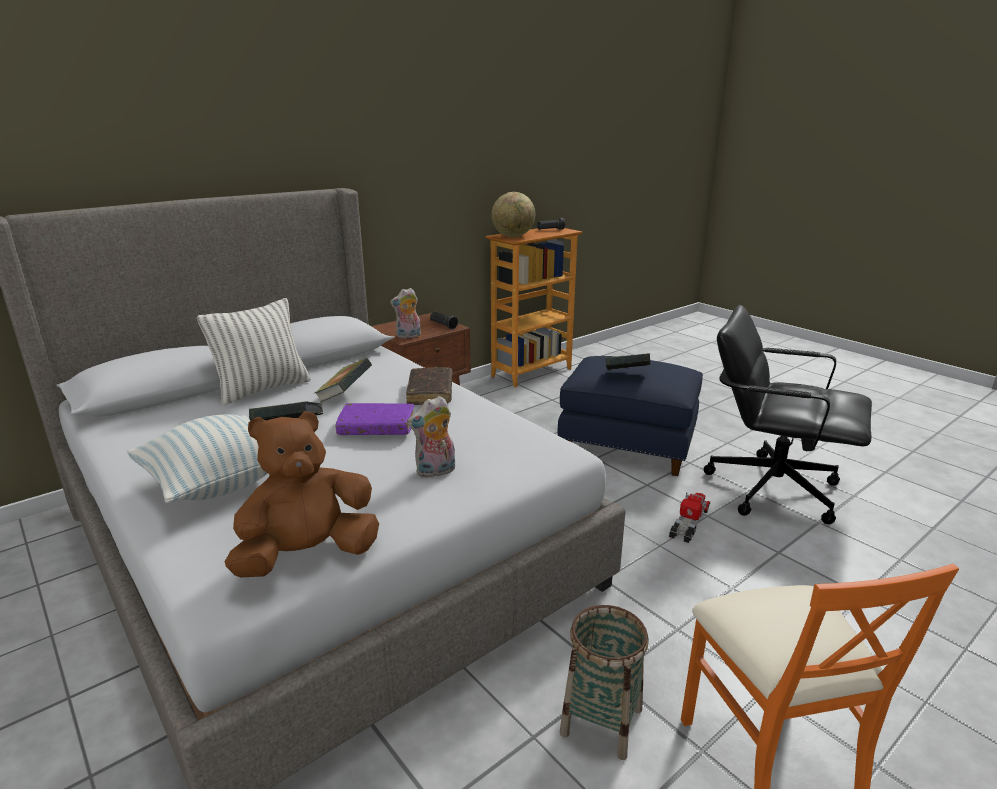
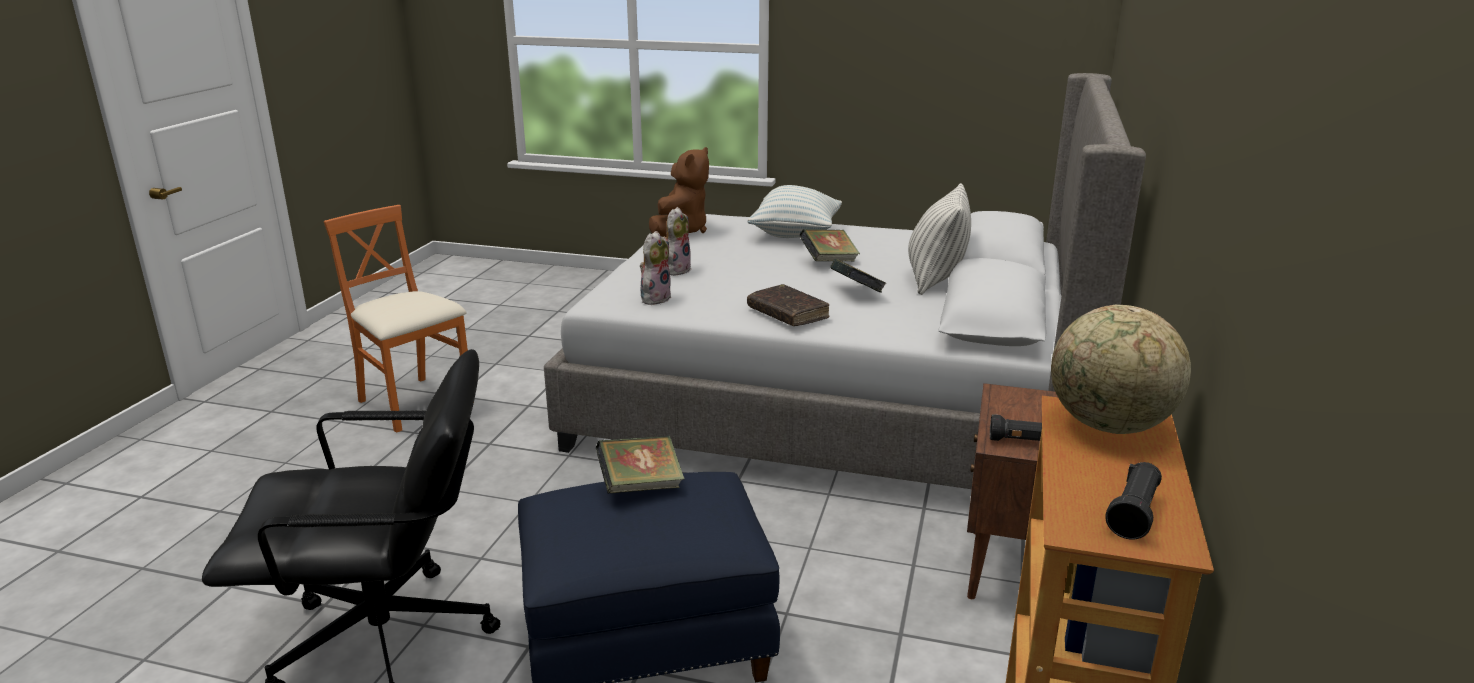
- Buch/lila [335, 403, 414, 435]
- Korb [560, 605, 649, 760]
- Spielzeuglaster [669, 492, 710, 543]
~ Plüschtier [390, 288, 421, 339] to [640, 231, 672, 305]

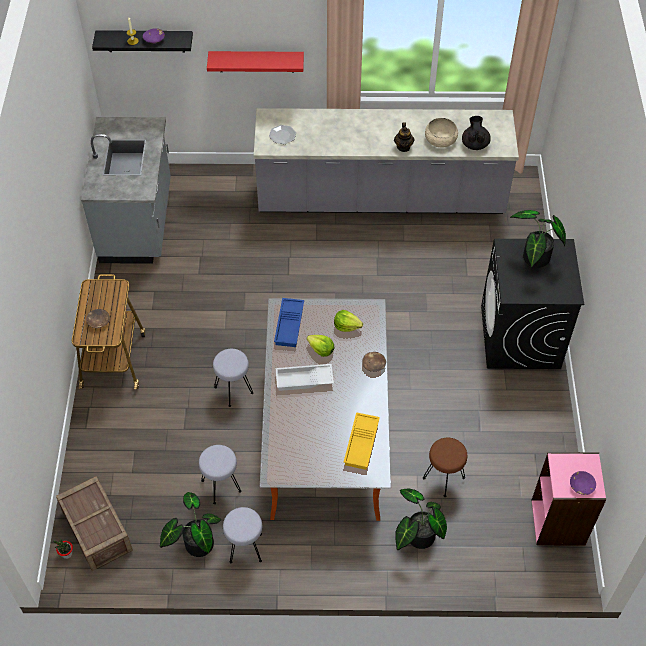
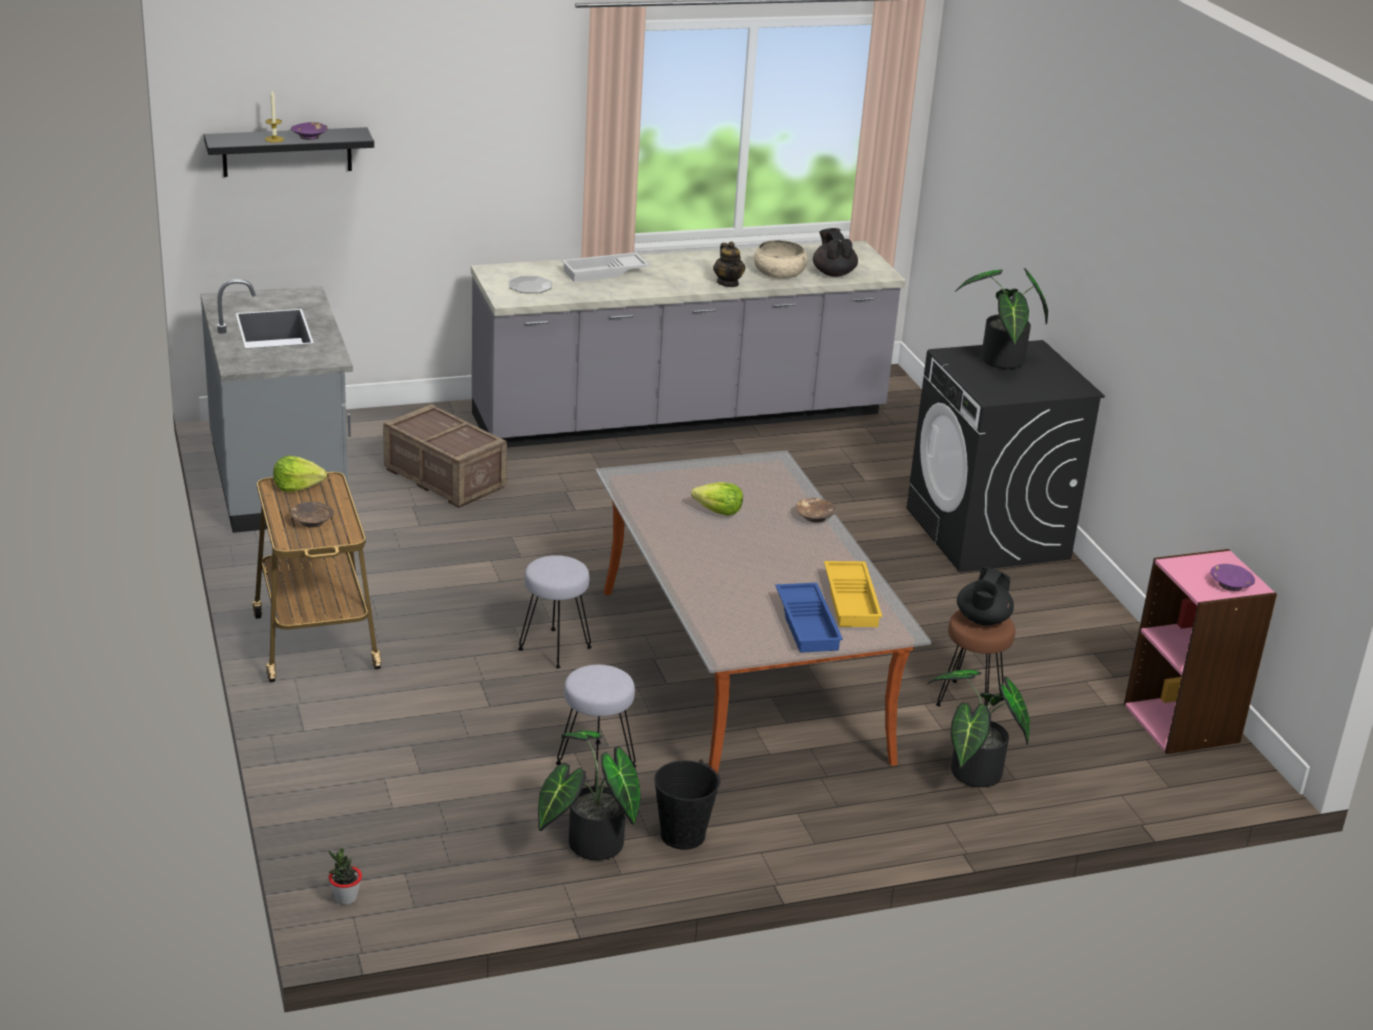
- Wandregal/rot [207, 51, 304, 73]
+ Teekanne/schwarz [957, 567, 1014, 625]
~ Kiste [56, 476, 133, 571] to [383, 404, 507, 508]
~ Tablett/blau [274, 298, 304, 347] to [775, 583, 843, 653]
~ Tablett/weiß [276, 364, 334, 391] to [562, 252, 649, 282]
~ Salatkopf [334, 310, 363, 332] to [273, 456, 327, 492]
~ Hocker/grau [223, 507, 262, 563] to Eimer/schwarz [654, 760, 720, 850]

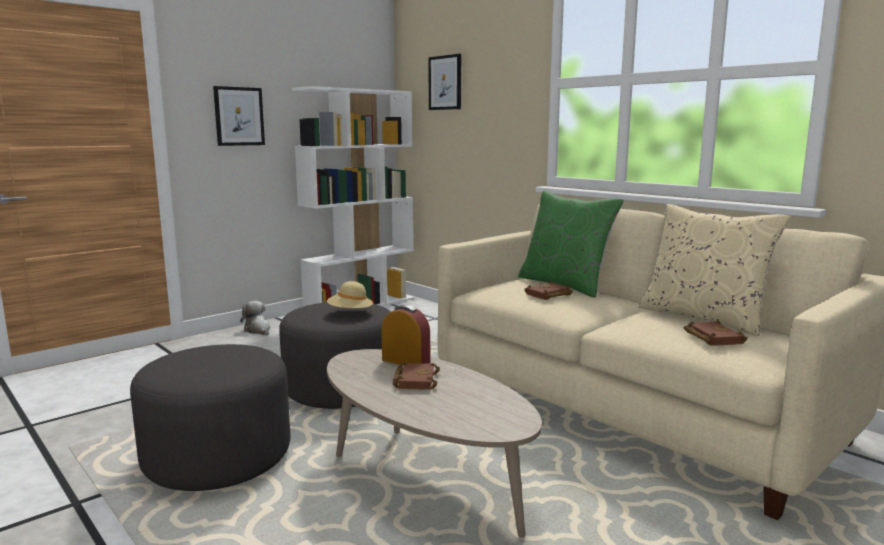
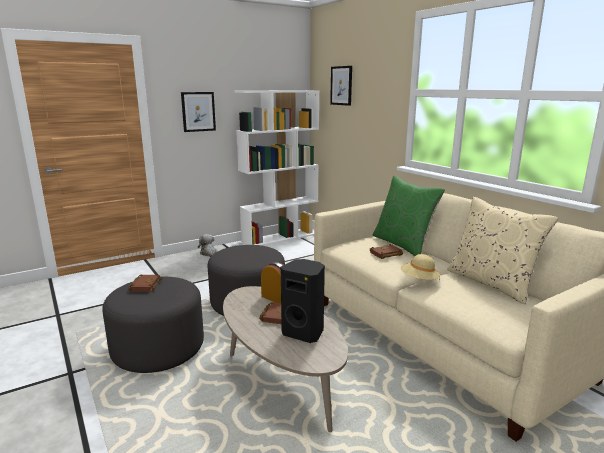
+ Lautsprecher/schwarz [281, 259, 325, 343]
~ Hut/beige [327, 281, 374, 313] to [401, 254, 440, 281]
~ Buch/braun [684, 320, 747, 346] to [128, 275, 163, 292]

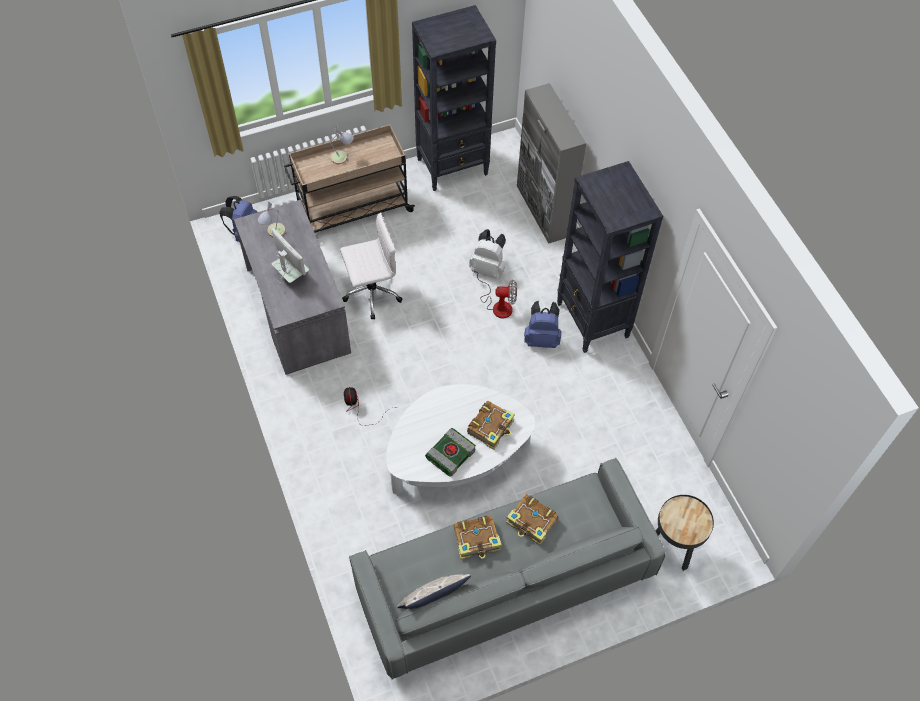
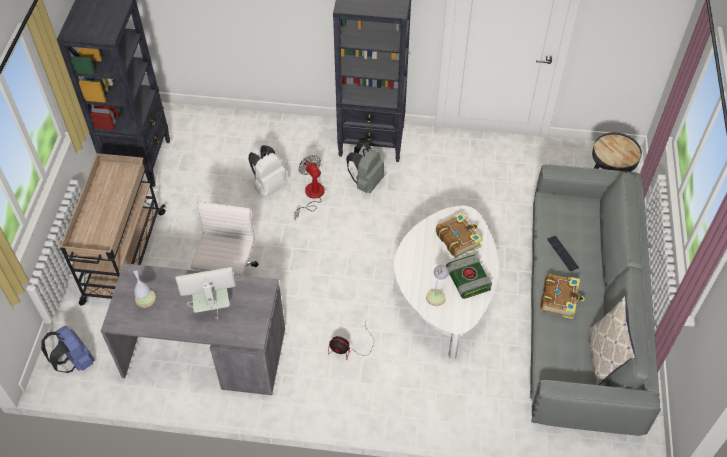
- Schrank/grau [517, 83, 586, 244]
~ Tischlampe [330, 126, 354, 164] to [426, 265, 449, 306]
~ Buch [506, 494, 558, 545] to Tastatur [547, 236, 579, 271]
~ Rucksack/blau [524, 301, 561, 348] to Rucksack/grau [346, 143, 385, 193]
~ Ventilator [474, 271, 517, 318] = [294, 155, 325, 220] 60 degrees counterclockwise

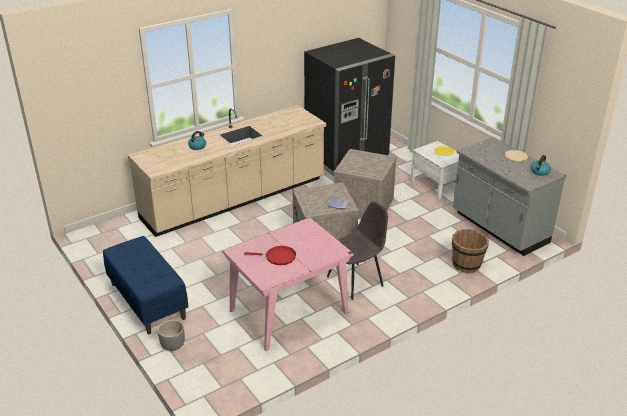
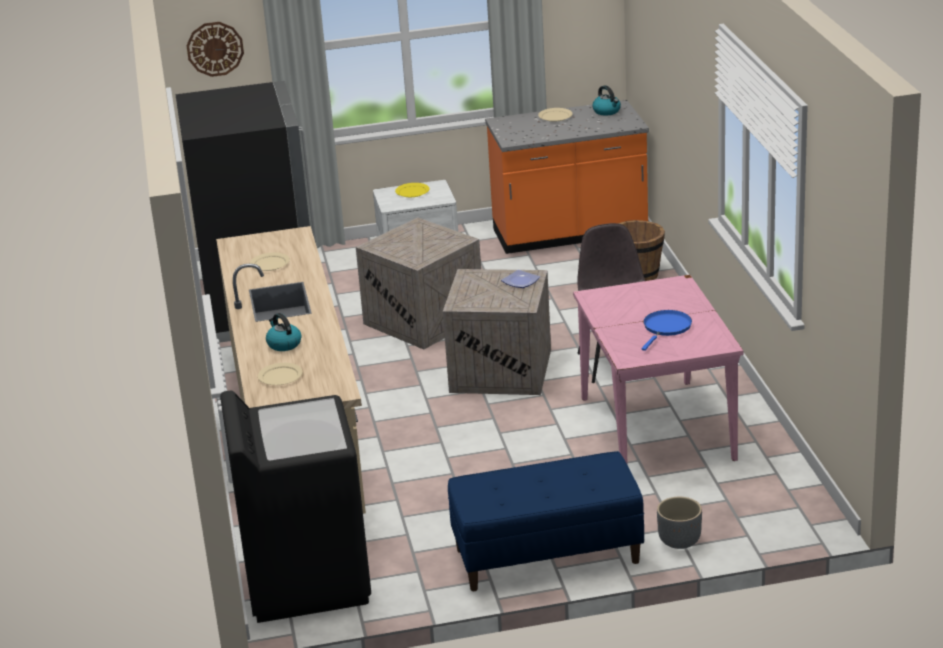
+ Wanduhr [186, 22, 244, 77]
+ Waschmaschine/schwarz [220, 391, 371, 623]
~ Pfanne/rot [244, 246, 296, 265] to Pfanne/blau [642, 310, 692, 351]
~ Küchenzeile/grau [453, 137, 566, 256] to Küchenzeile/orange [485, 100, 649, 254]

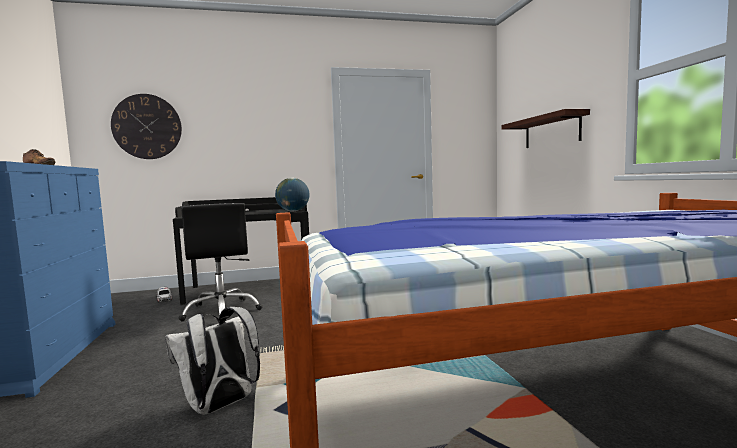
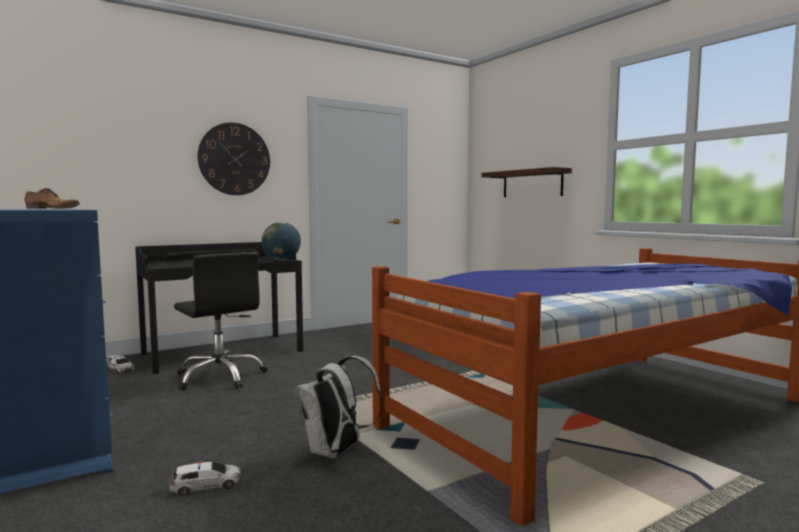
+ Spielzeugauto [169, 462, 242, 496]
~ Wanduhr [111, 94, 182, 159] to [198, 122, 270, 195]

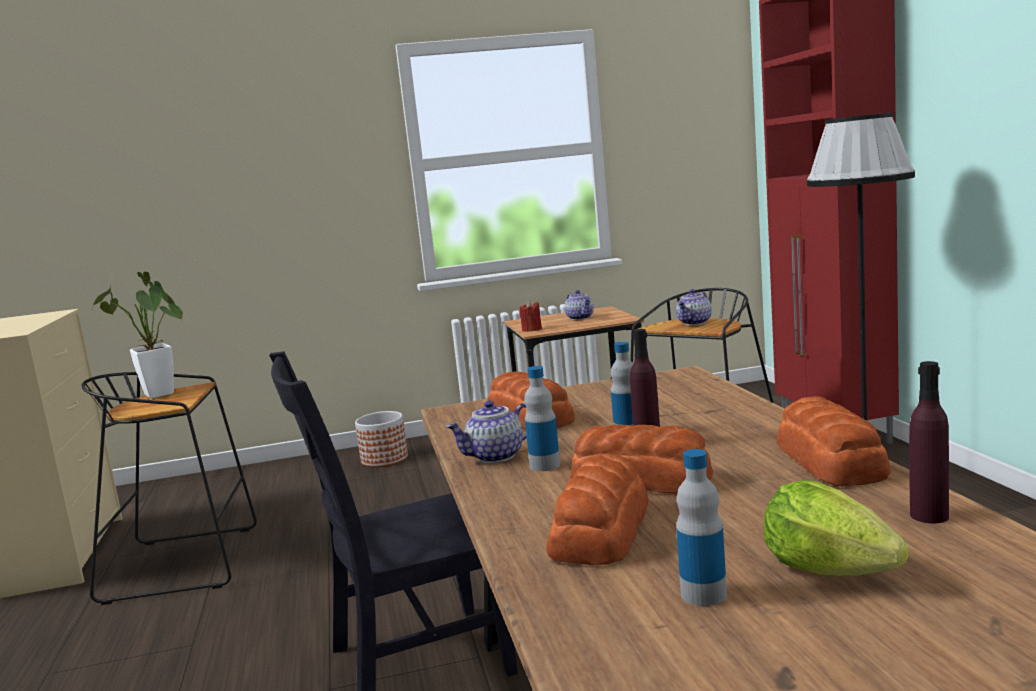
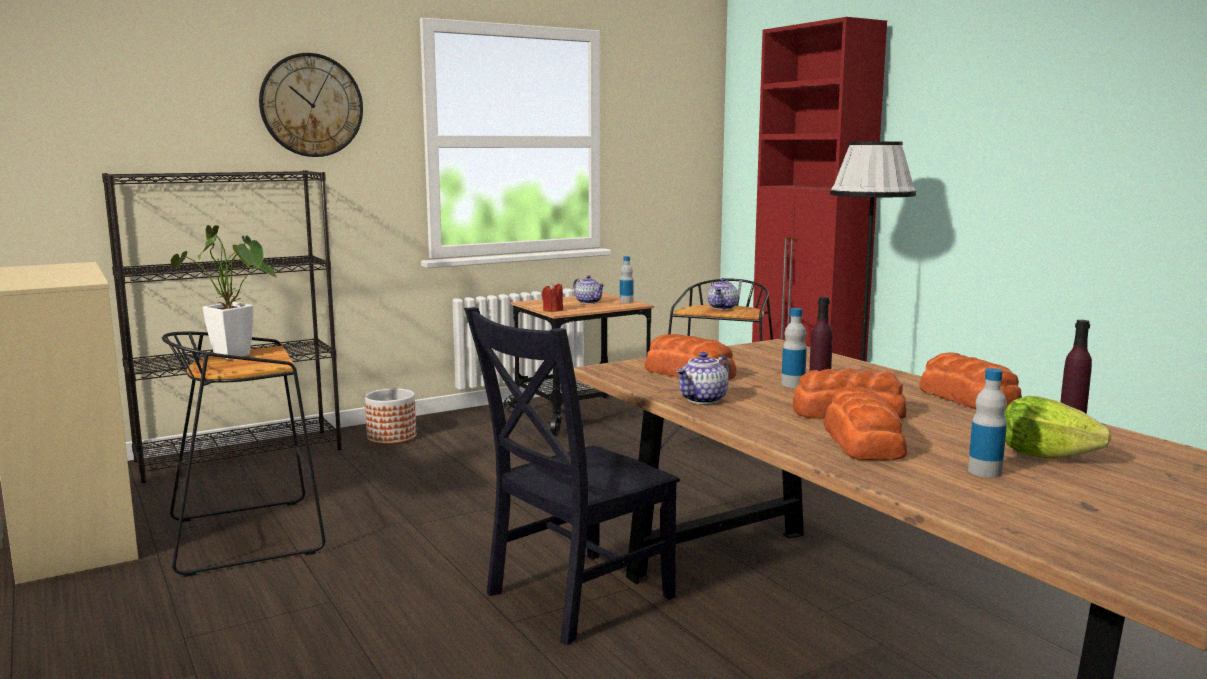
+ Bücherregal/schwarz [102, 170, 342, 483]
+ Wanduhr [259, 53, 363, 157]
~ Flasche [524, 366, 560, 471] to [620, 256, 634, 303]

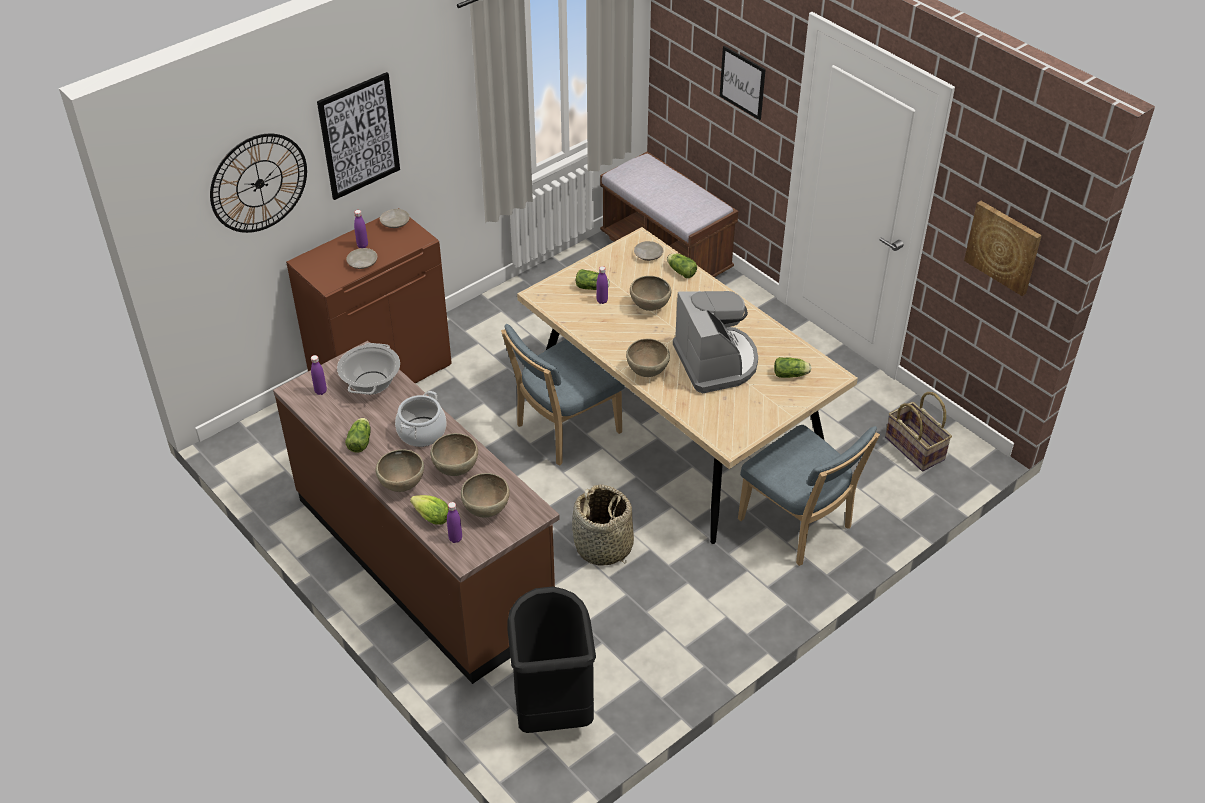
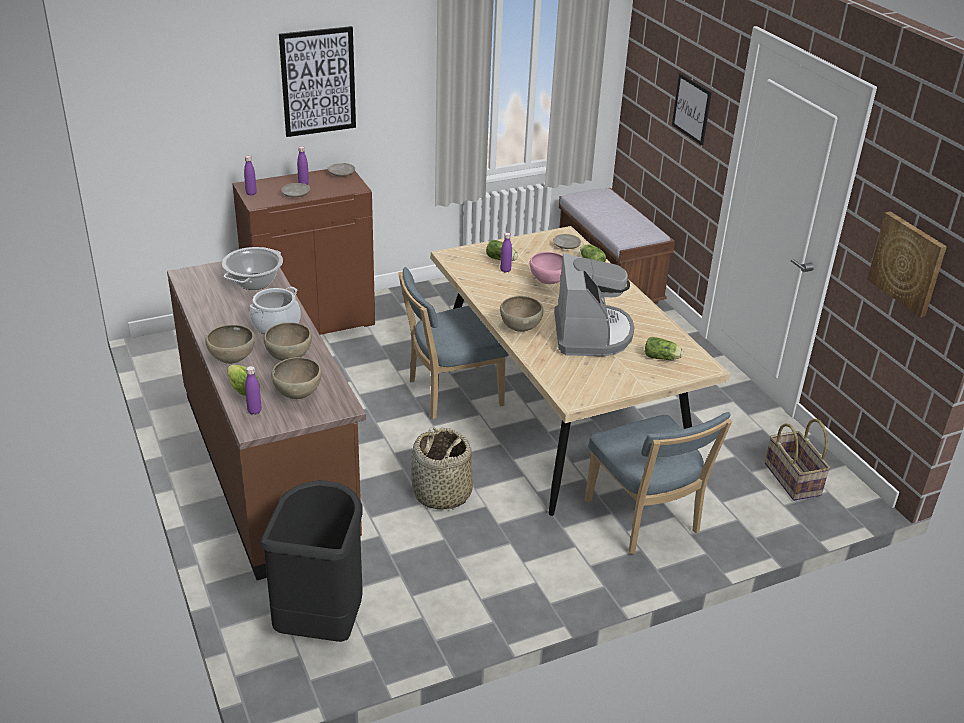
- Wanduhr [210, 133, 307, 233]
- Salatkopf [345, 418, 371, 452]
~ Flasche/lila [311, 355, 327, 395] to [244, 156, 257, 196]
~ Schüssel/braun [630, 276, 672, 311] to Schüssel/rosa [530, 252, 563, 284]

